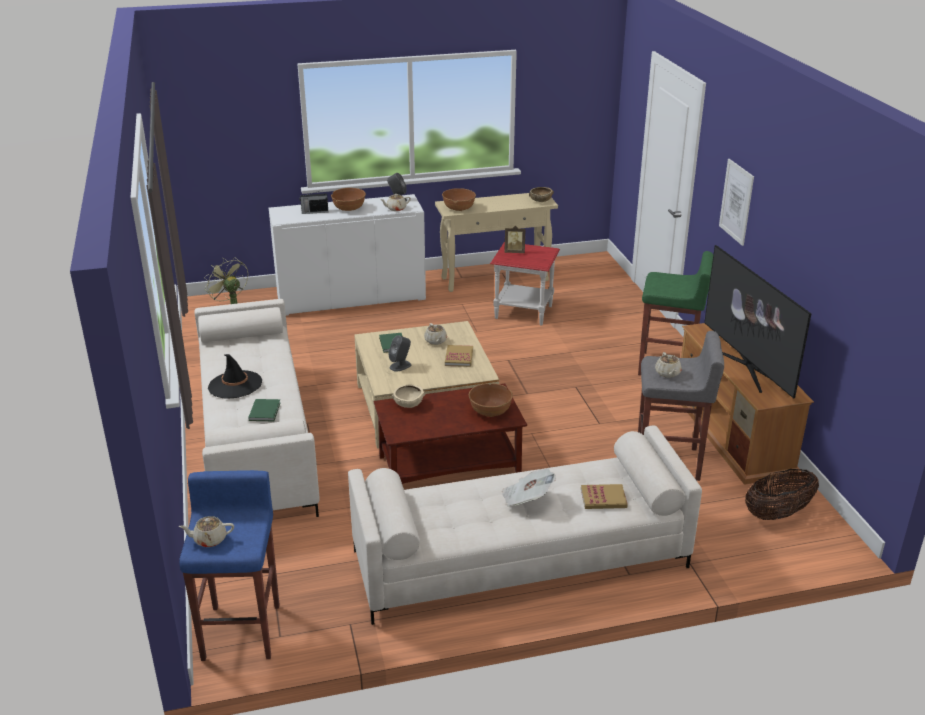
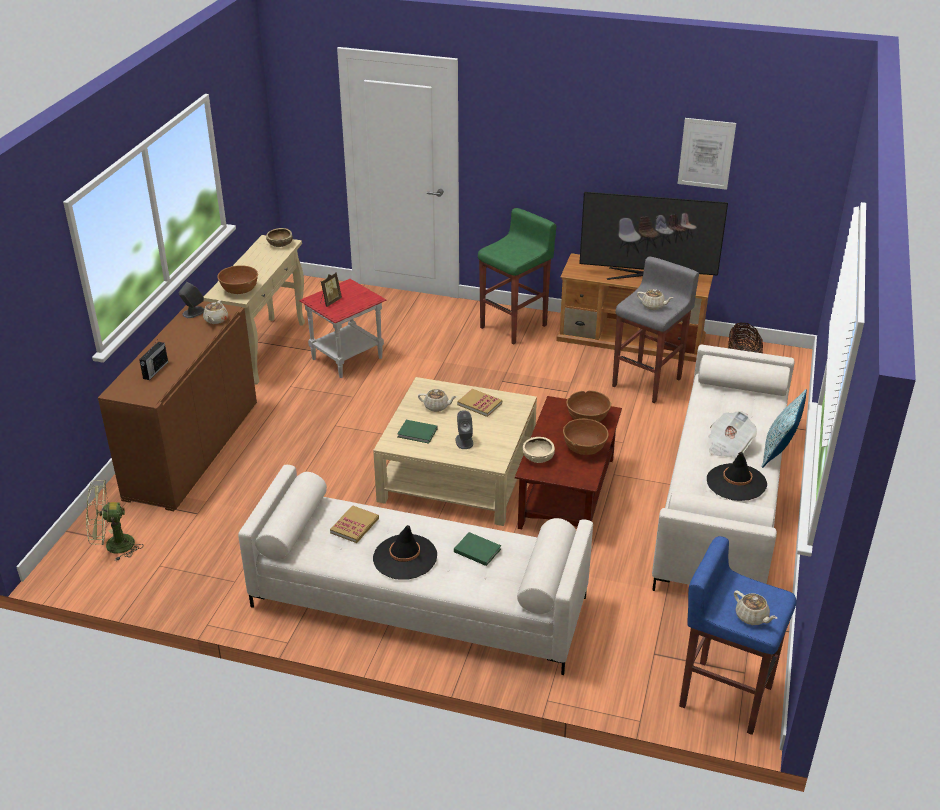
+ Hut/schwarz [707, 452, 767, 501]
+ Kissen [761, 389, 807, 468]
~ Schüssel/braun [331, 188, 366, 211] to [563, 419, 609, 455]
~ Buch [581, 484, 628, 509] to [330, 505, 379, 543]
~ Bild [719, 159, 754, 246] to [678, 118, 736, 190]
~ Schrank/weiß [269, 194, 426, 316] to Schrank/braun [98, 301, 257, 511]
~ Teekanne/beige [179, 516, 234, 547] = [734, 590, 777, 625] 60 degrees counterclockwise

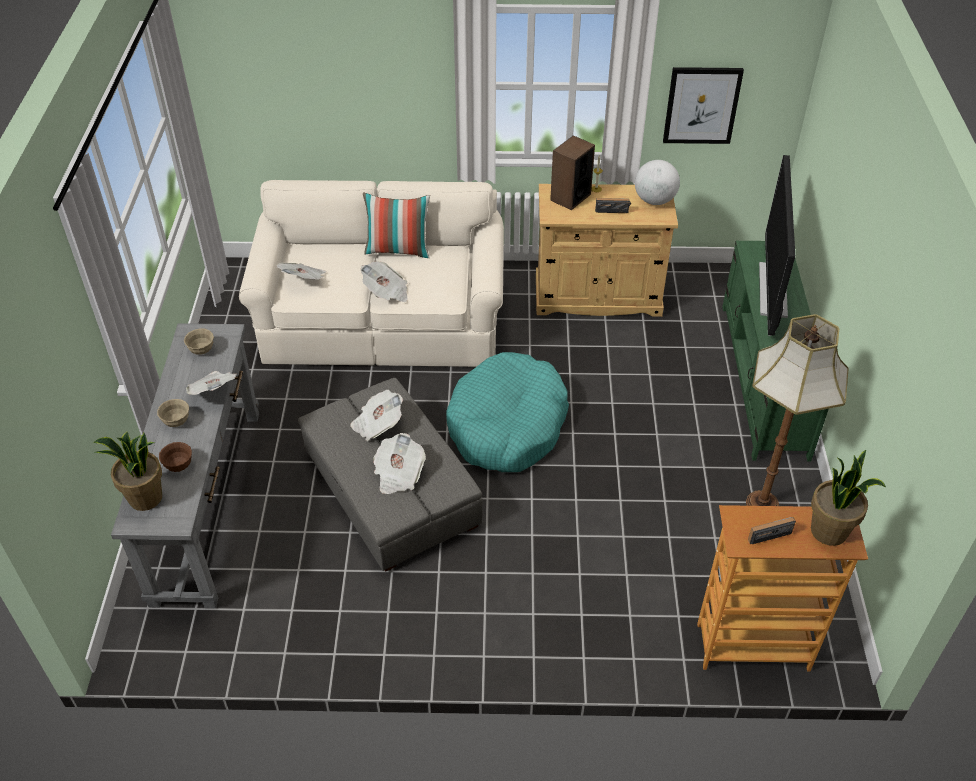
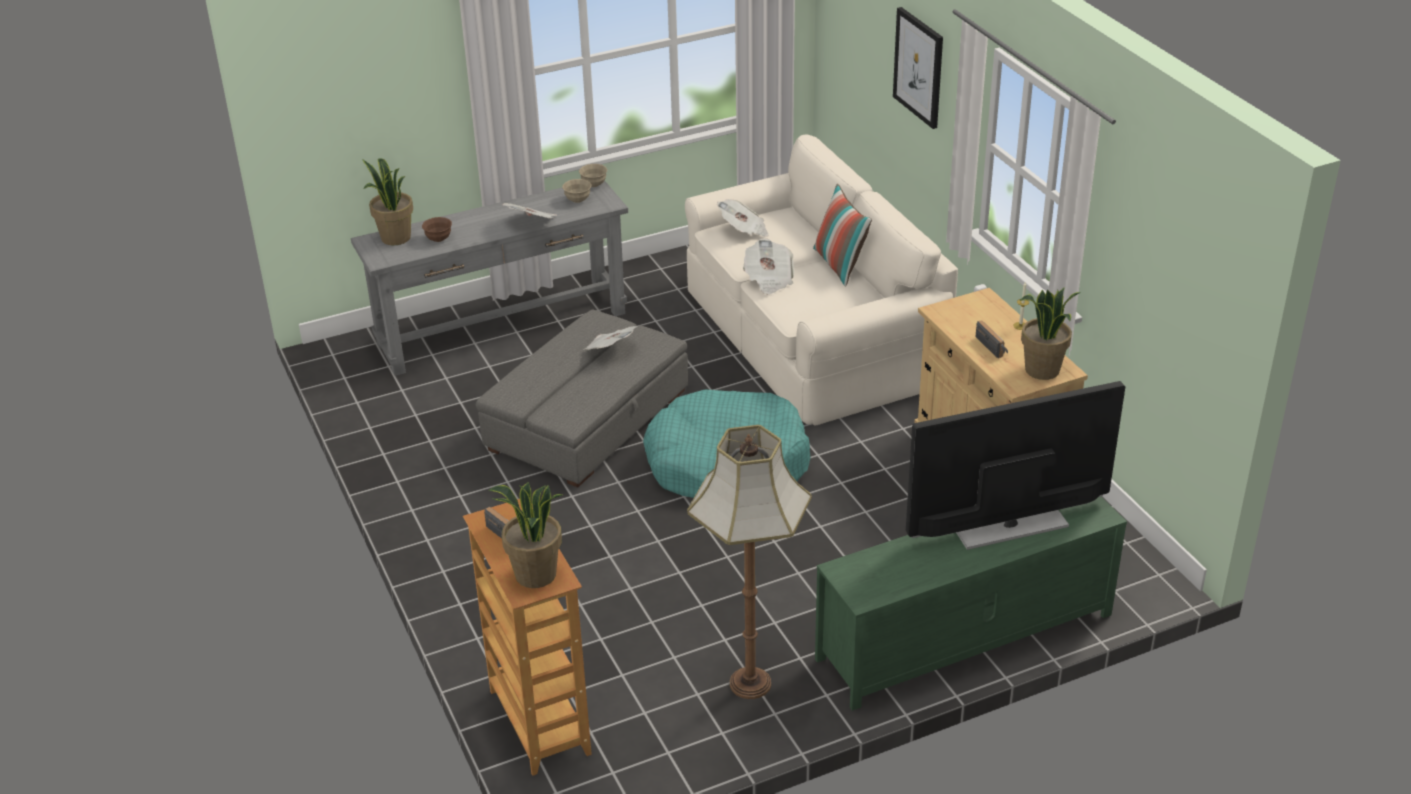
- Zeitung [373, 433, 426, 494]
- Lautsprecher [550, 135, 595, 210]
~ Schüssel/beige [157, 399, 189, 427] to [579, 164, 608, 187]
~ Bild [663, 67, 744, 144] to [893, 7, 943, 129]
~ Globus [635, 160, 680, 205] to Topfpflanze [1020, 287, 1081, 380]

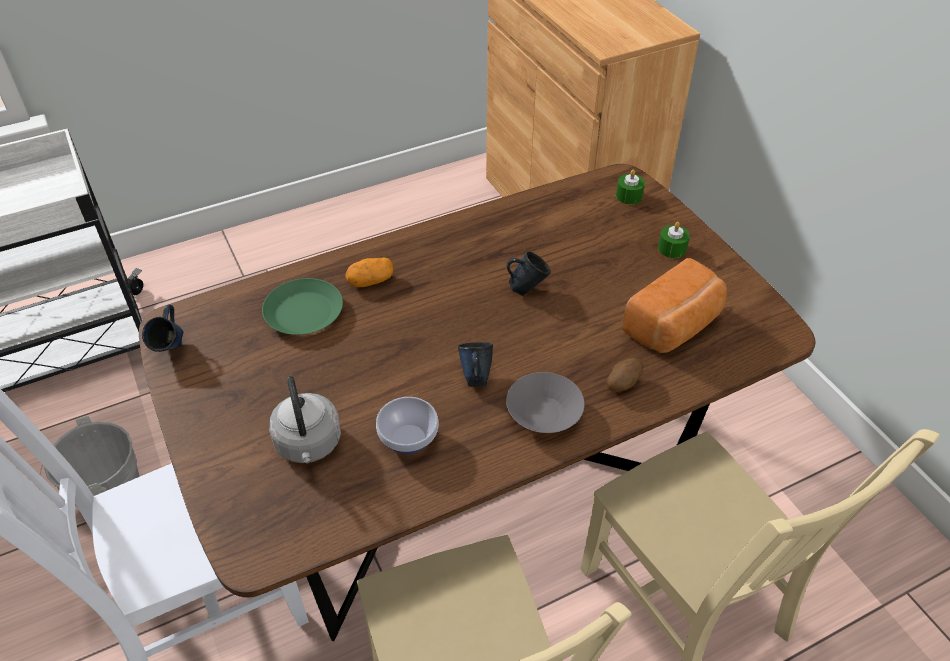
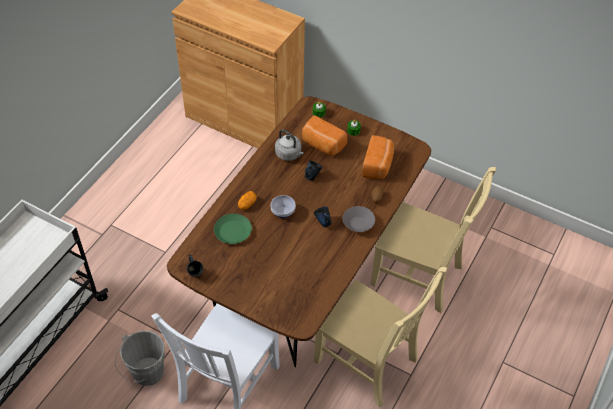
+ Brot [302, 116, 348, 156]
~ Wasserkessel/grau [269, 376, 341, 463] to [275, 129, 304, 161]
~ Schüssel [376, 397, 438, 454] to [270, 195, 296, 218]

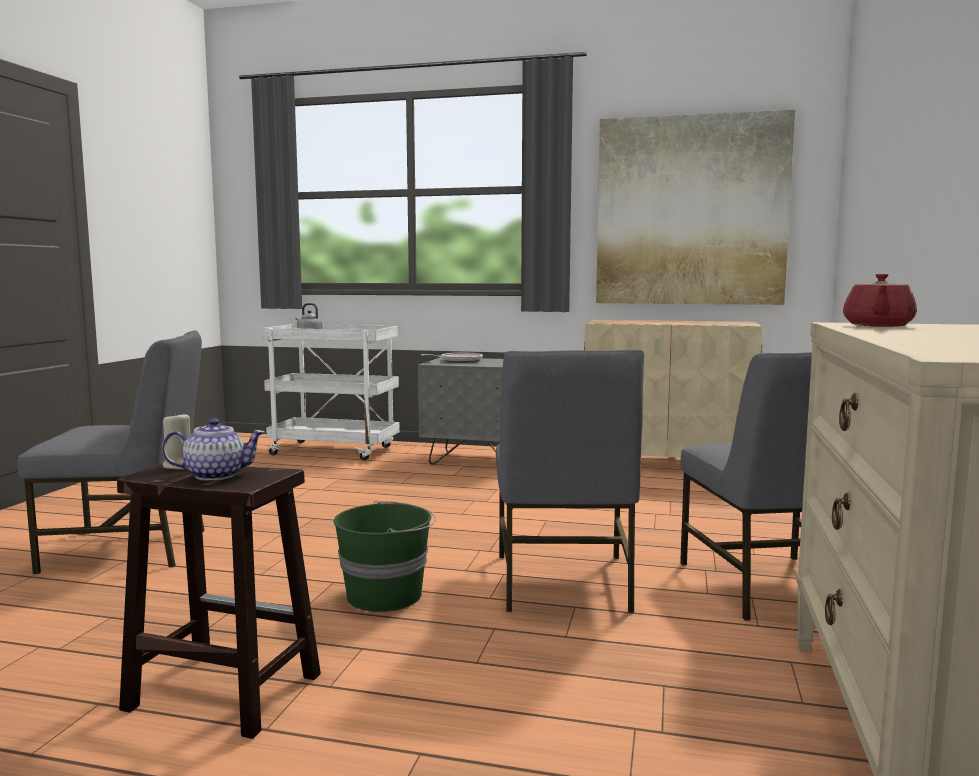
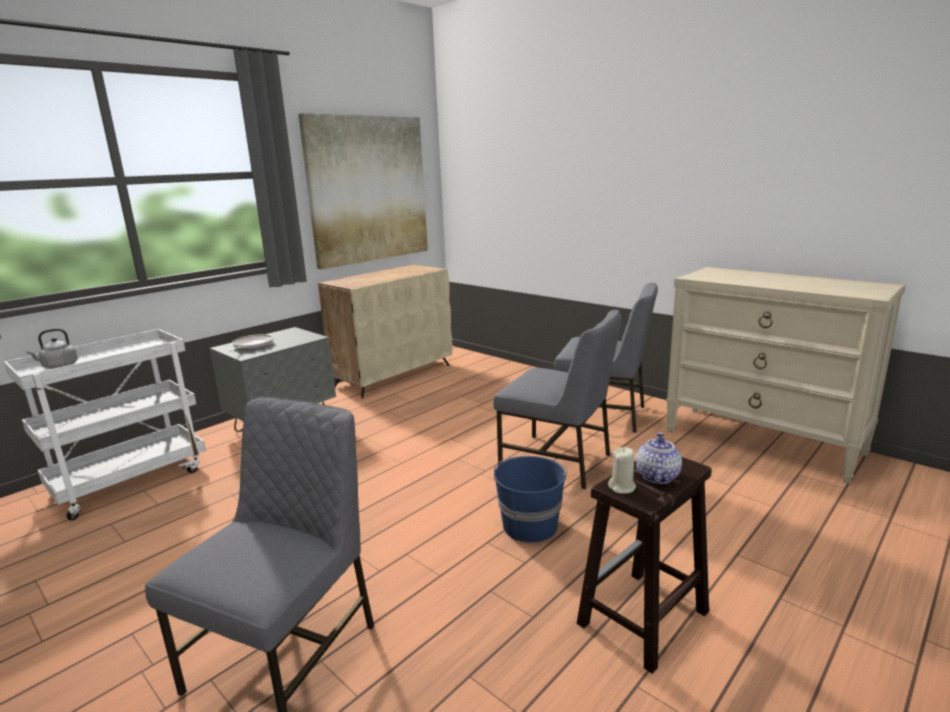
- Teekanne/rot [843, 274, 917, 327]
~ Eimer/grün [334, 501, 436, 612] to Eimer/blau [494, 456, 568, 543]

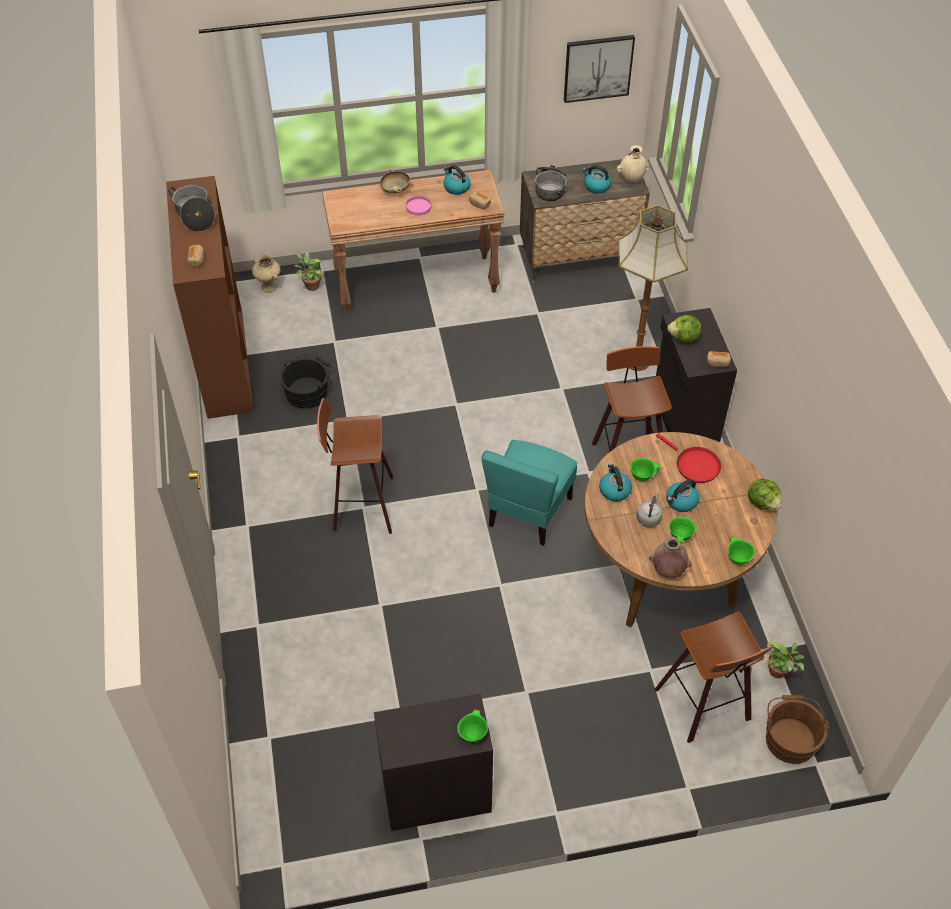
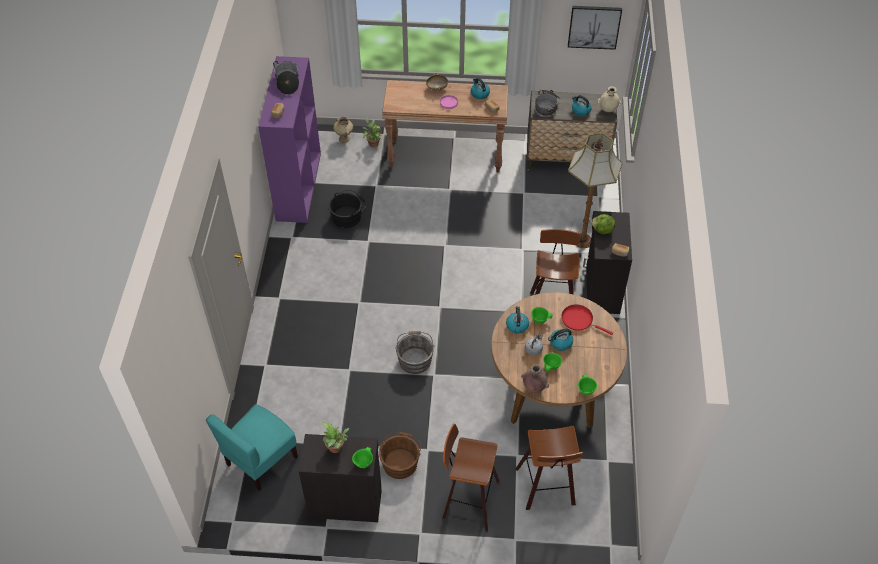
- Salatkopf [748, 479, 782, 510]
+ Eimer/grau [395, 331, 434, 374]
~ Hocker [317, 398, 393, 534] to [443, 424, 499, 532]
~ Stuhl/türkis [482, 440, 578, 546] to [206, 404, 298, 491]
~ Eimer/braun [766, 695, 829, 764] to [379, 432, 421, 479]
~ Topfpflanze [767, 641, 804, 678] to [322, 422, 349, 453]
~ Bücherregal/braun [166, 176, 254, 419] to Bücherregal/lila [258, 56, 321, 223]
~ Pfanne/rot [656, 433, 721, 483] = [562, 304, 613, 335] 150 degrees clockwise

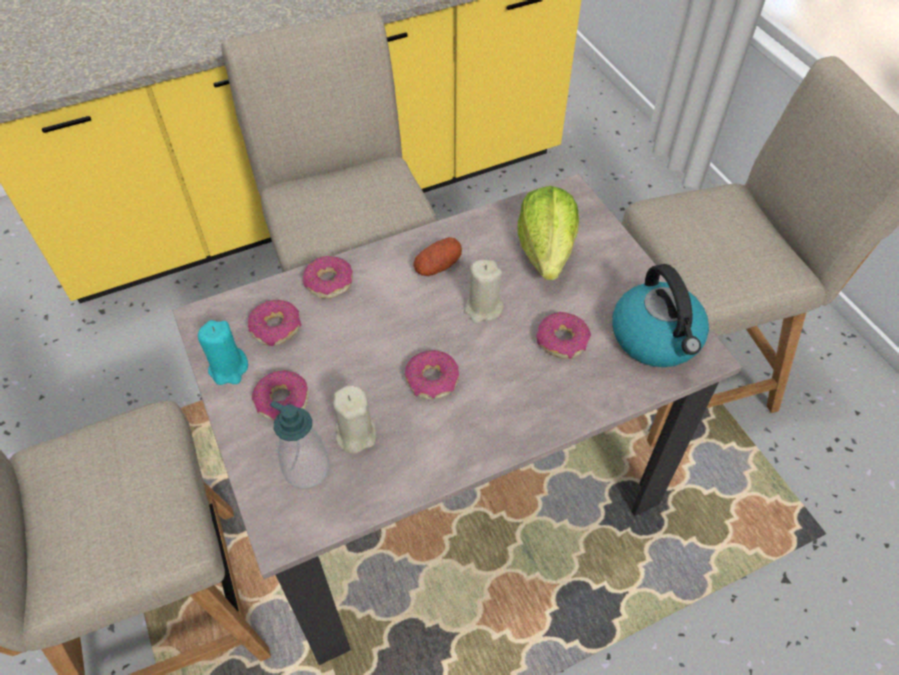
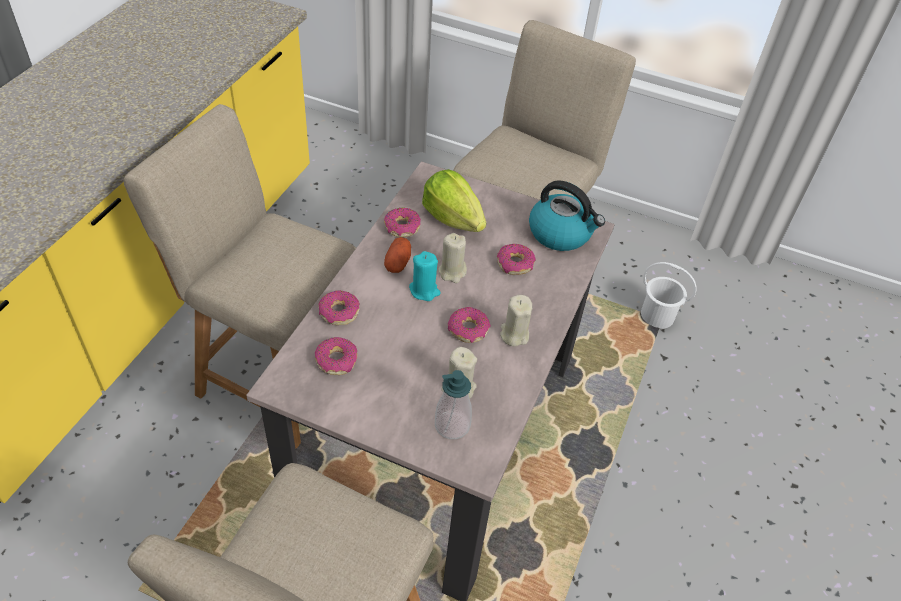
+ Kerze/beige [500, 295, 533, 347]
+ Eimer/weiß [641, 262, 696, 329]
~ Kerze/türkis [198, 320, 248, 385] to [409, 251, 441, 301]
~ Donut [252, 370, 309, 420] to [384, 208, 421, 237]

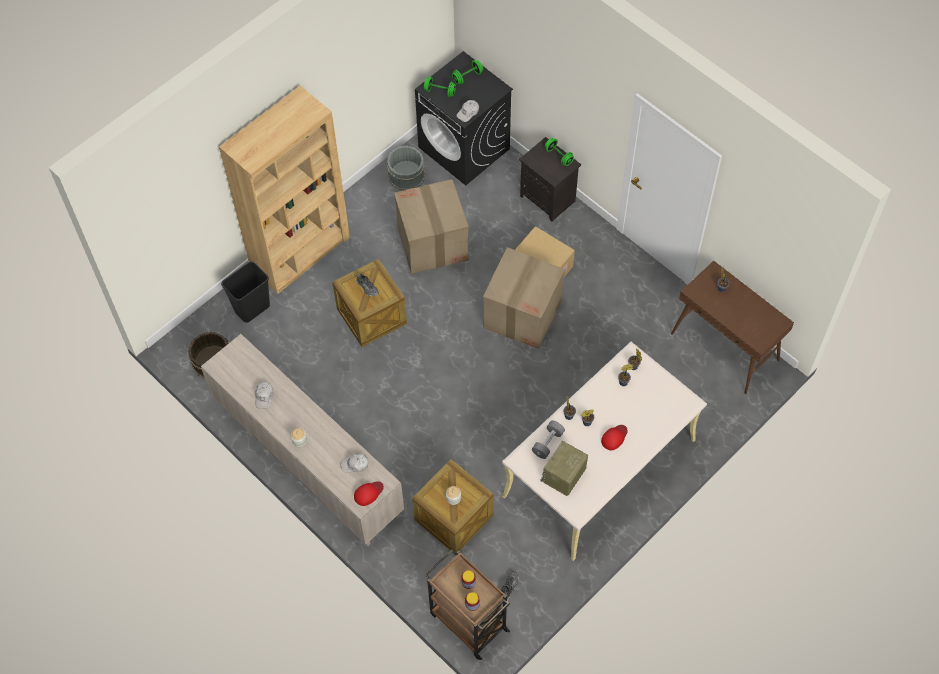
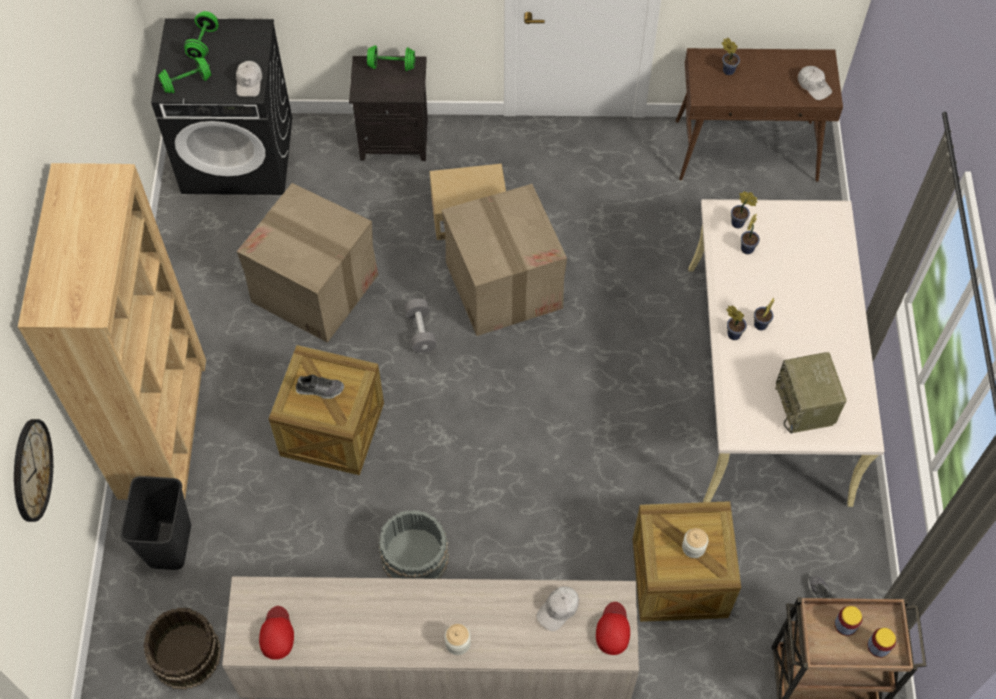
+ Wanduhr [14, 419, 53, 522]
~ Kappe/weiß [255, 382, 273, 409] to [798, 66, 832, 100]
~ Eimer/grau [386, 146, 425, 190] to [378, 510, 449, 579]
~ Hantel/grau [532, 420, 565, 459] to [405, 299, 437, 353]
~ Kappe/rot [601, 425, 628, 450] to [259, 606, 294, 660]

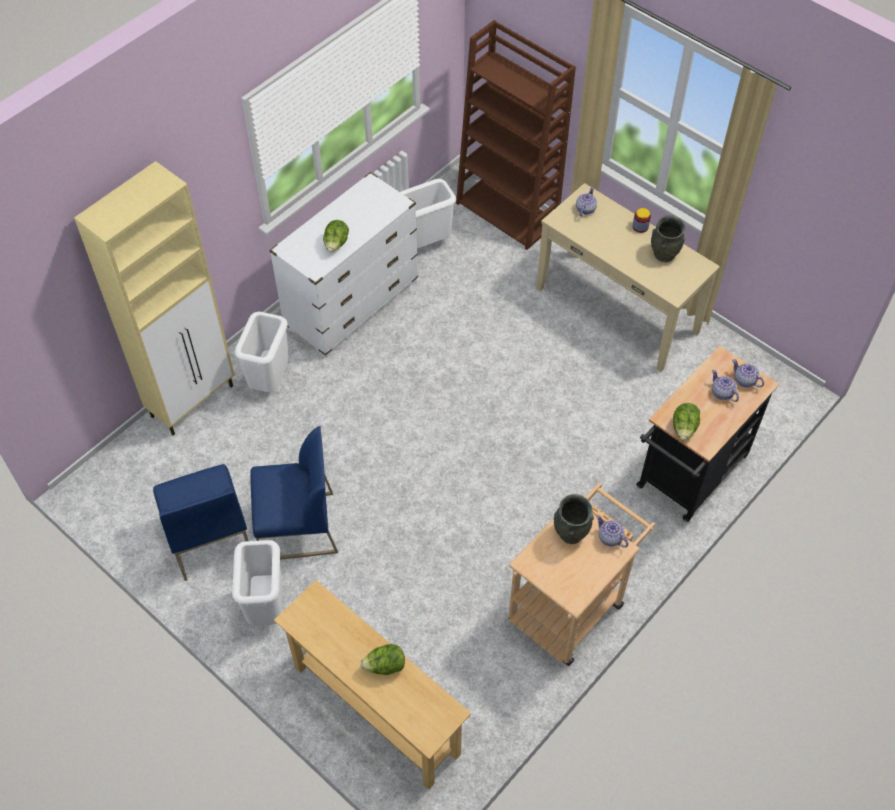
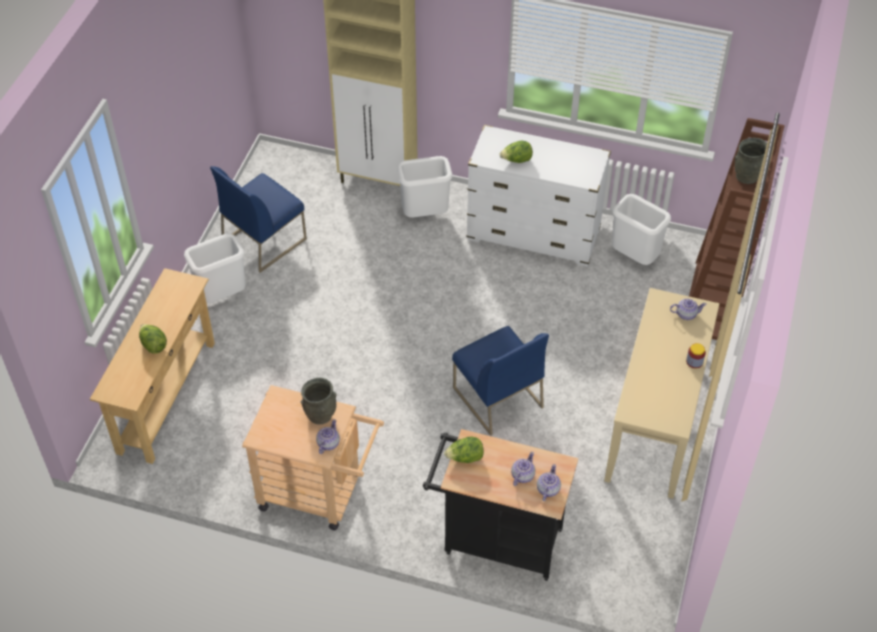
~ Stuhl/blau [250, 426, 338, 560] to [452, 326, 549, 436]
~ Vase/grau [651, 215, 685, 262] to [735, 138, 767, 184]

